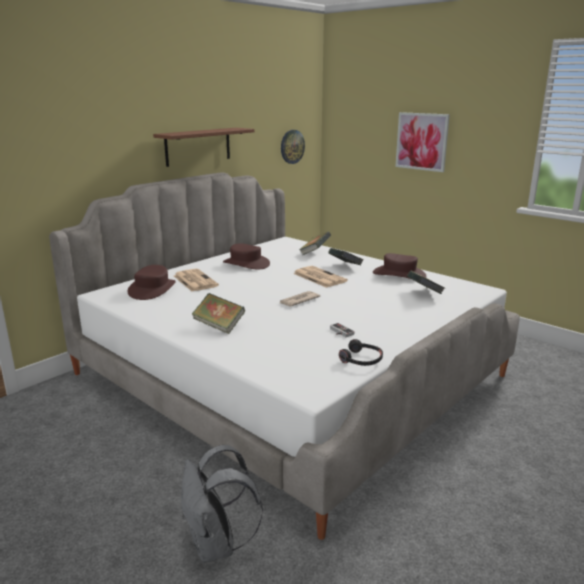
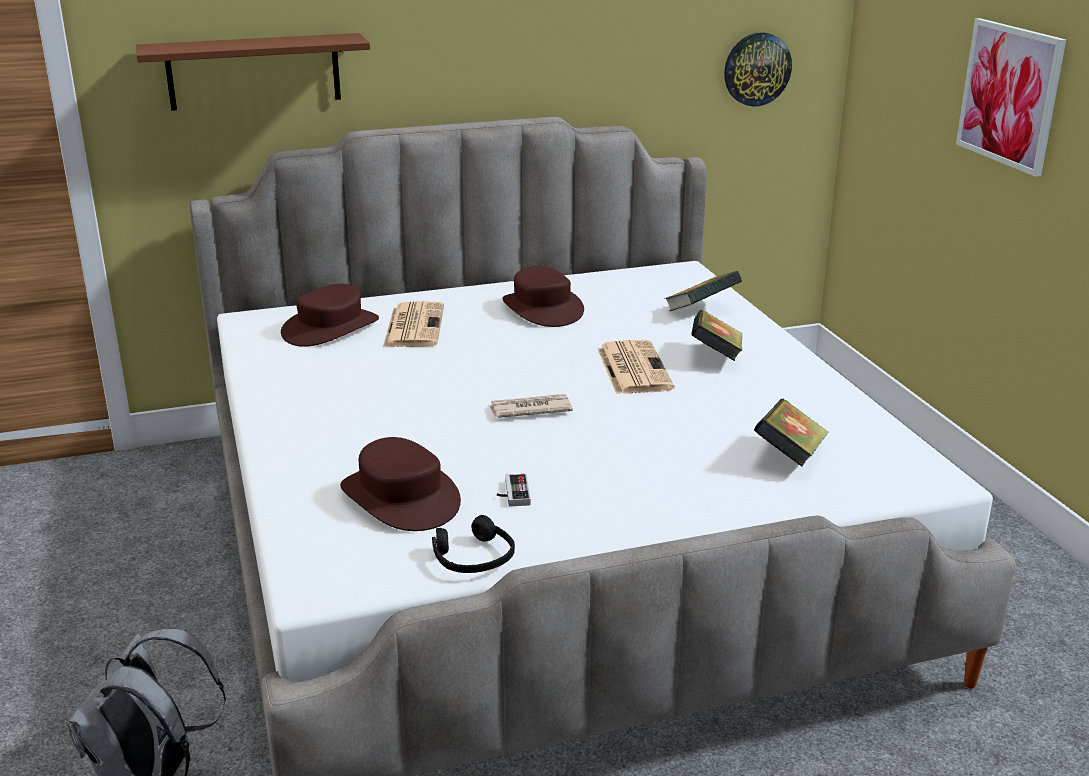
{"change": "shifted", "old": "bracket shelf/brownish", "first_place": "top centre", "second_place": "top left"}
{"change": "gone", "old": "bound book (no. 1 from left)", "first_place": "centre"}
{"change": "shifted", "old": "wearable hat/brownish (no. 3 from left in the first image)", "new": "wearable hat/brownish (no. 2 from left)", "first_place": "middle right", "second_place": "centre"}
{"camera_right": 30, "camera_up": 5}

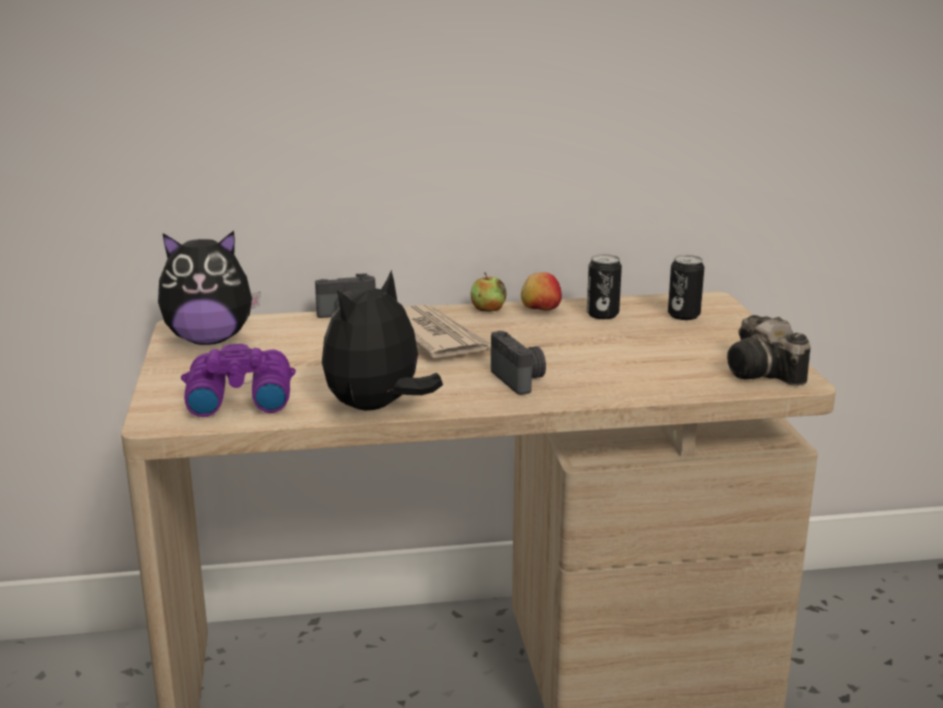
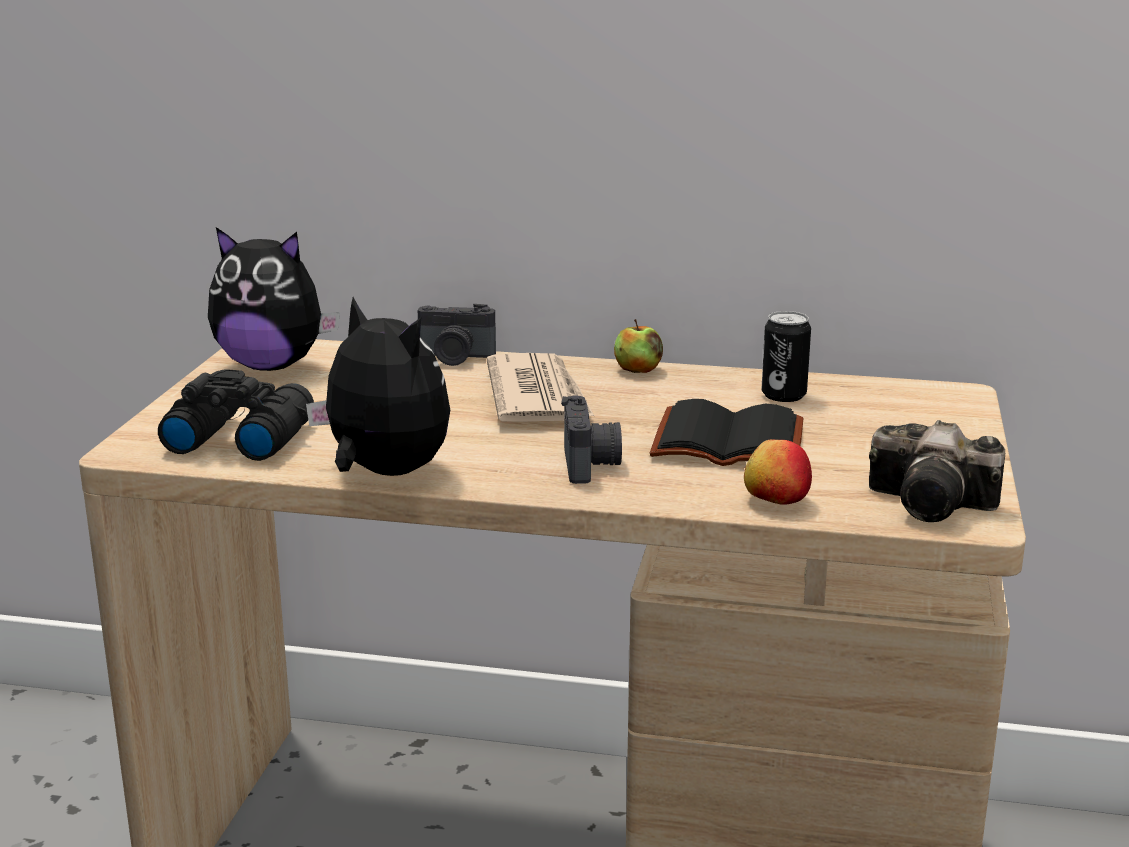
{"change": "repainted", "old": "binoculars/purple-coloured", "new": "binoculars/black-coloured", "first_place": "middle left", "second_place": "middle left"}
{"change": "rotated", "old": "plush toy (no. 2 from left)", "first_place": "centre", "second_place": "centre", "degrees": 75}
{"change": "shifted", "old": "apple fruit (no. 2 from left)", "first_place": "centre", "second_place": "middle right"}
{"change": "gone", "old": "can (no. 2 from left)", "first_place": "middle right"}
{"change": "rotated", "old": "still camera (no. 3 from left)", "first_place": "middle right", "second_place": "middle right", "degrees": -60}
{"change": "new", "new": "bound book/black-coloured", "second_place": "centre"}
{"camera_right": 20, "camera_up": 0}

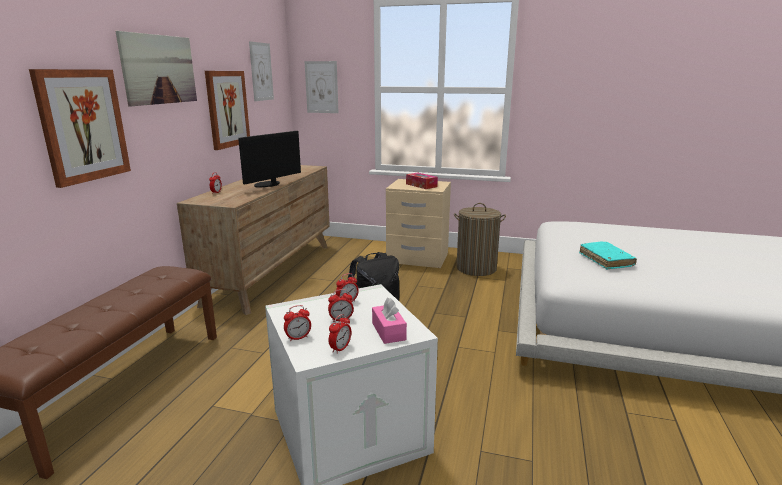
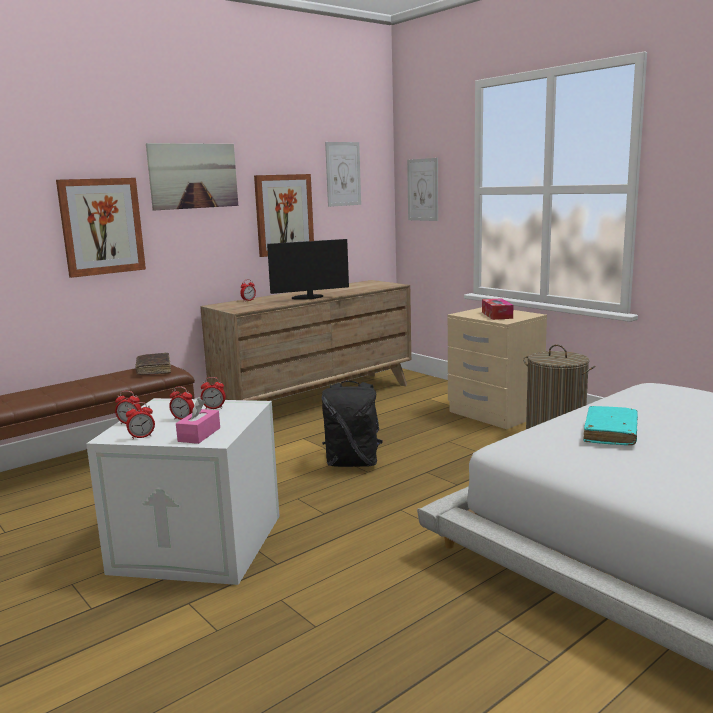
{"change": "new", "new": "bound book/brownish", "second_place": "middle left"}
{"camera_right": 35, "camera_up": -5}

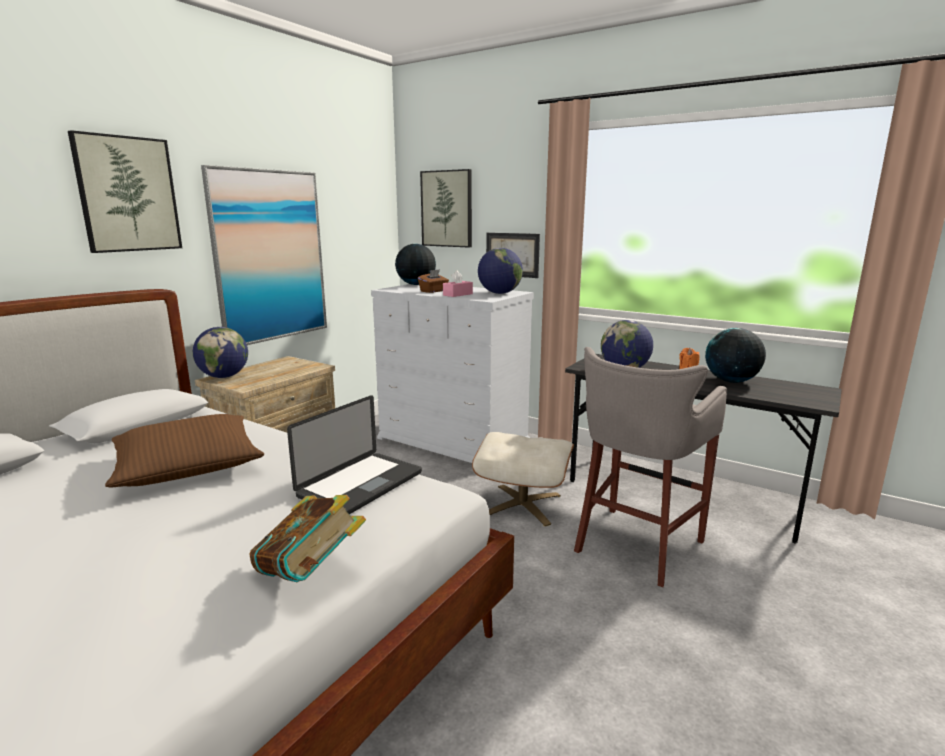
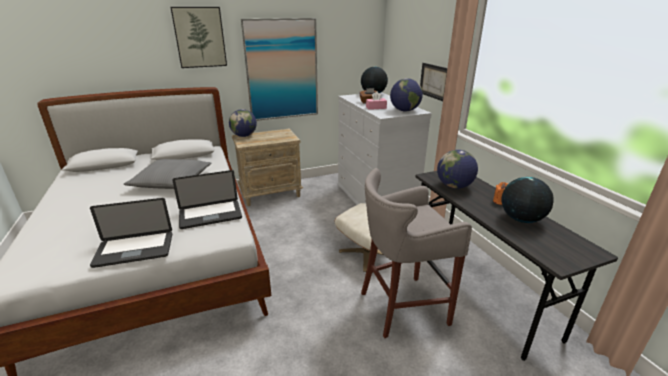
{"change": "repainted", "old": "cushion/brownish", "new": "cushion/gray", "first_place": "middle left", "second_place": "middle left"}
{"change": "swapped", "old": "bound book", "new": "laptop (no. 1 from left)", "first_place": "bottom left", "second_place": "middle left"}
{"change": "gone", "old": "wall picture (no. 3 from left)", "first_place": "top centre"}
{"camera_right": 35, "camera_up": 10}

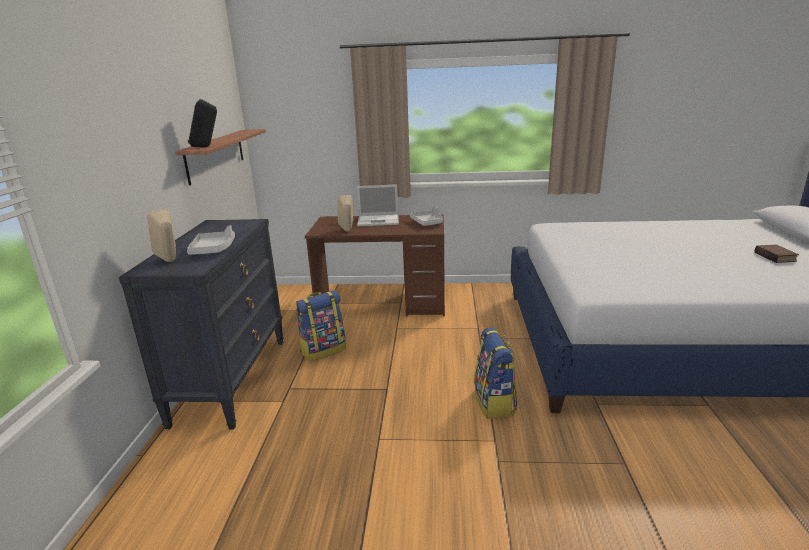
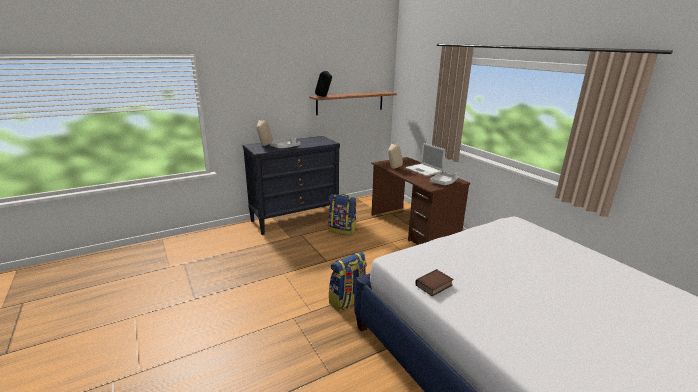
{"change": "shifted", "old": "bound book", "first_place": "middle right", "second_place": "bottom centre"}
{"camera_right": 55, "camera_up": 0}

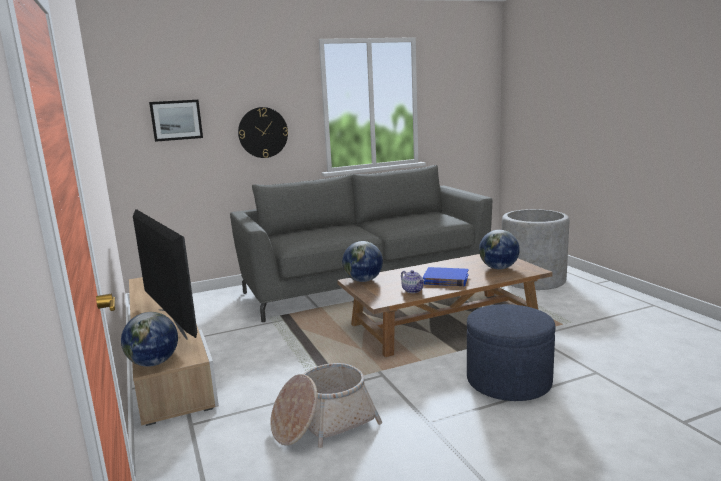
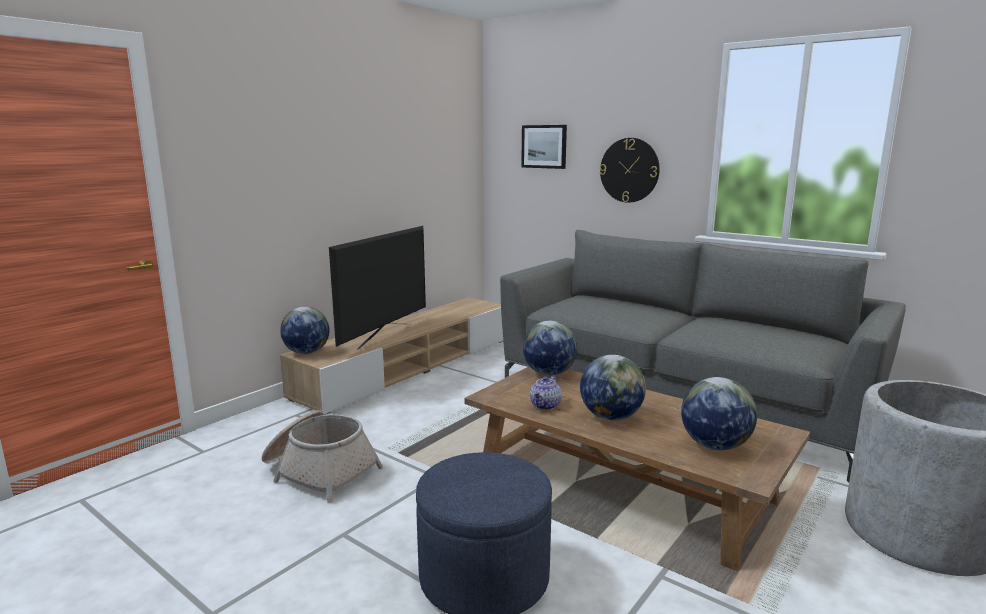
{"change": "swapped", "old": "bound book/blue-coloured", "new": "globe (no. 3 from left)", "first_place": "centre", "second_place": "centre"}
{"camera_right": 60, "camera_up": 0}

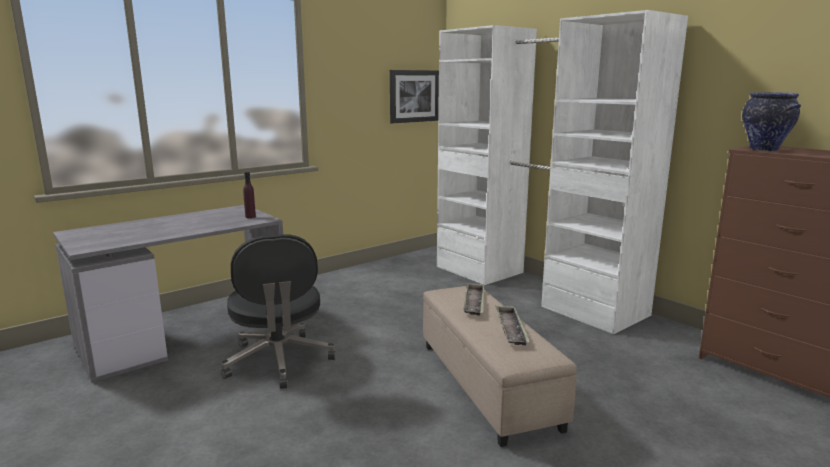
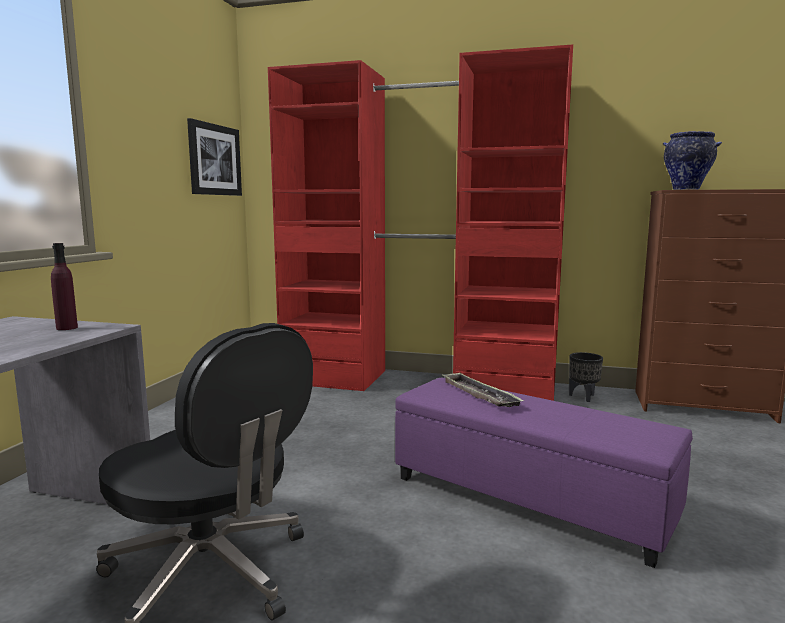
{"change": "repainted", "old": "pouffe/beige-coloured", "new": "pouffe/purple-coloured", "first_place": "bottom centre", "second_place": "bottom right"}
{"change": "repainted", "old": "wardrobe/white-coloured", "new": "wardrobe/red", "first_place": "middle right", "second_place": "centre"}
{"change": "gone", "old": "serving tray (no. 2 from left)", "first_place": "bottom centre"}
{"change": "new", "new": "plant pot/black-coloured", "second_place": "middle right"}
{"camera_right": -35, "camera_up": -5}

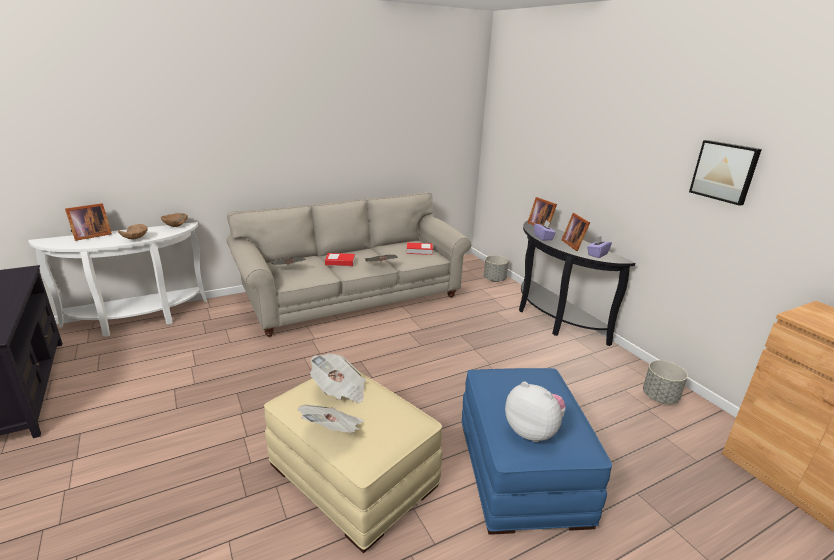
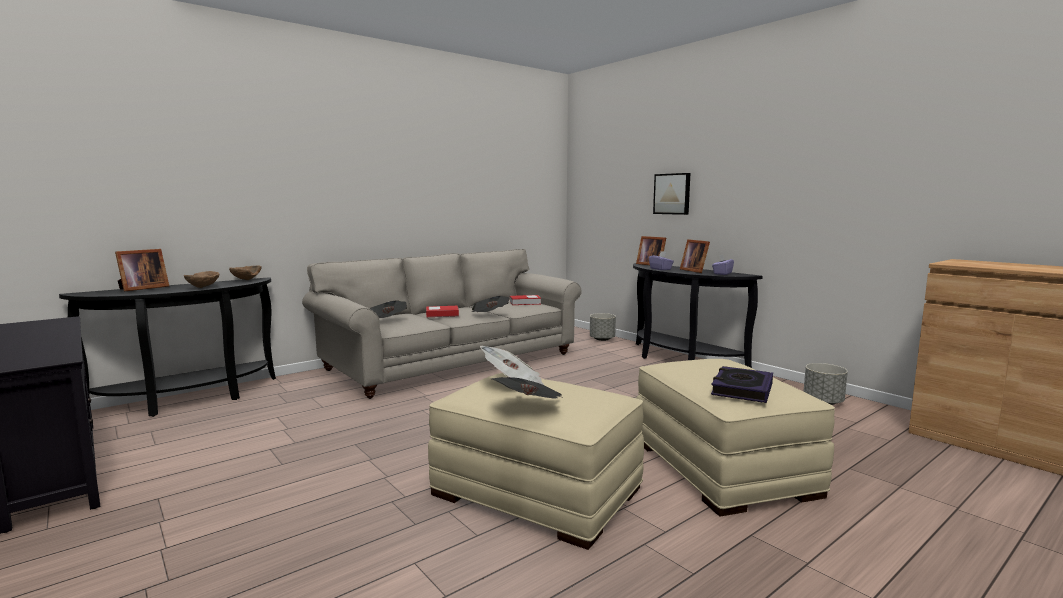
{"change": "repainted", "old": "narrow table/white-coloured", "new": "narrow table/black-coloured (no. 1 from left)", "first_place": "middle left", "second_place": "middle left"}
{"change": "repainted", "old": "pouffe/blue-coloured", "new": "pouffe/beige-coloured (no. 2 from left)", "first_place": "bottom centre", "second_place": "bottom right"}
{"change": "swapped", "old": "plush toy", "new": "bound book (no. 3 from left)", "first_place": "bottom centre", "second_place": "middle right"}
{"change": "shifted", "old": "wall picture", "first_place": "top right", "second_place": "top centre"}
{"camera_right": -10, "camera_up": -15}

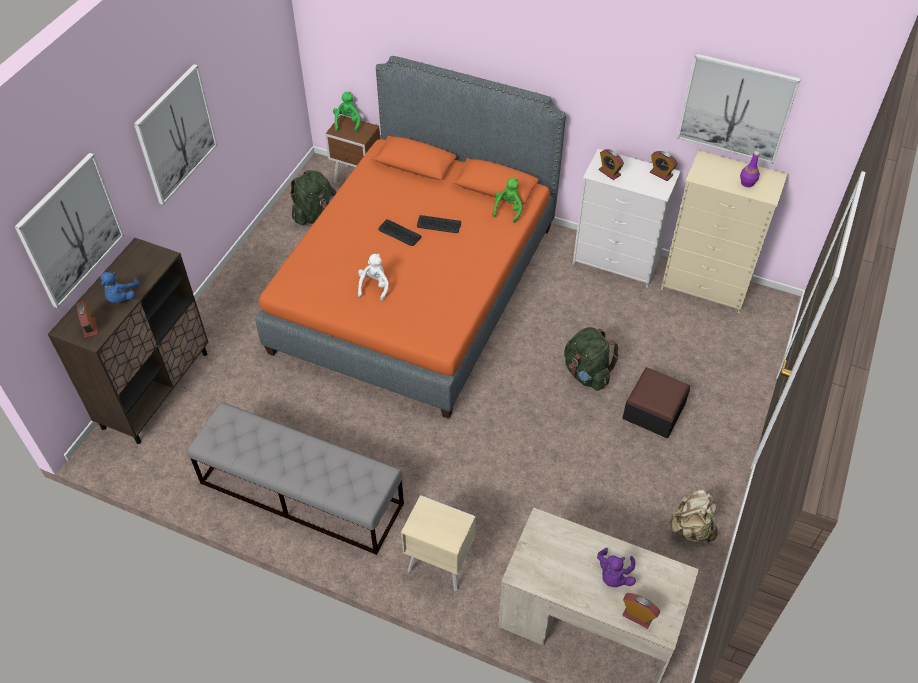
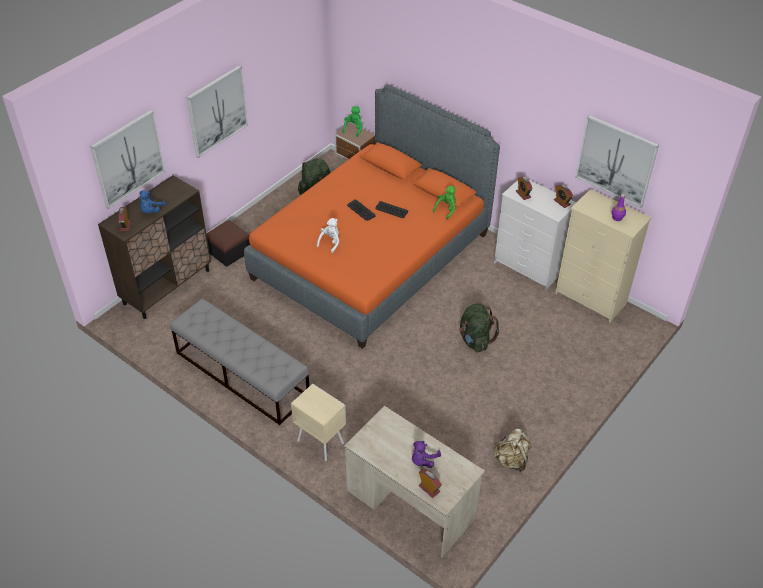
{"change": "shifted", "old": "pouffe", "first_place": "middle right", "second_place": "middle left"}
{"camera_right": 15, "camera_up": -5}

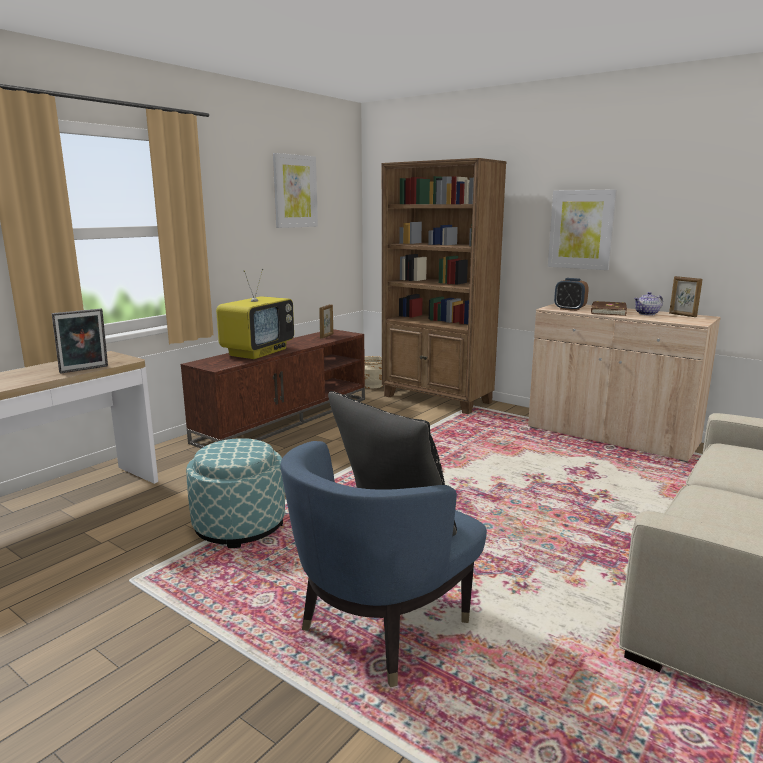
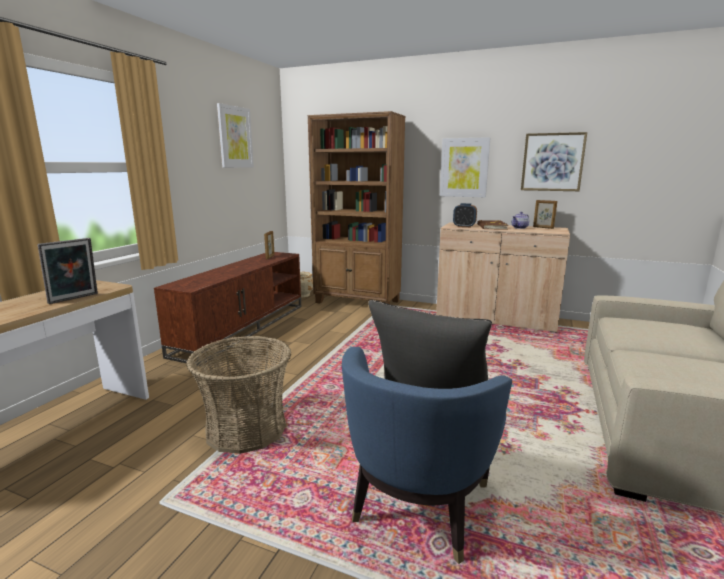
{"change": "swapped", "old": "pouffe", "new": "household basket", "first_place": "middle left", "second_place": "bottom left"}
{"change": "gone", "old": "television", "first_place": "centre"}
{"change": "new", "new": "wall picture (no. 3 from left)", "second_place": "top right"}
{"camera_right": -15, "camera_up": 0}

